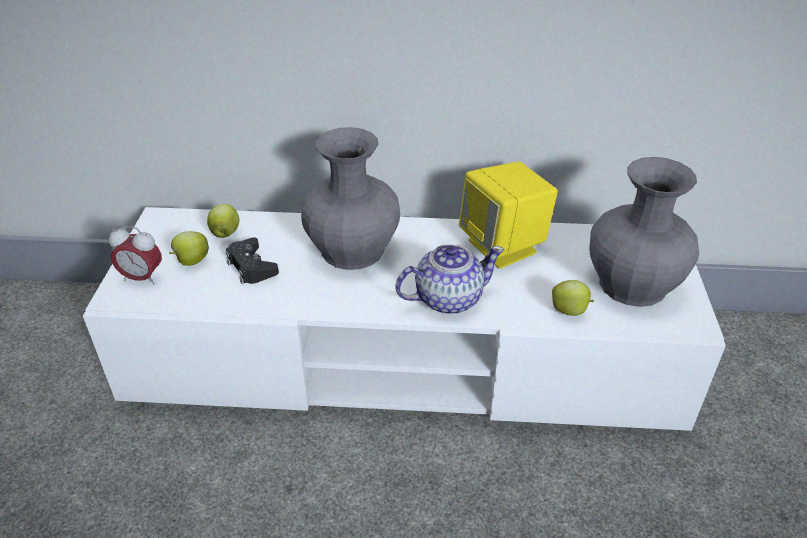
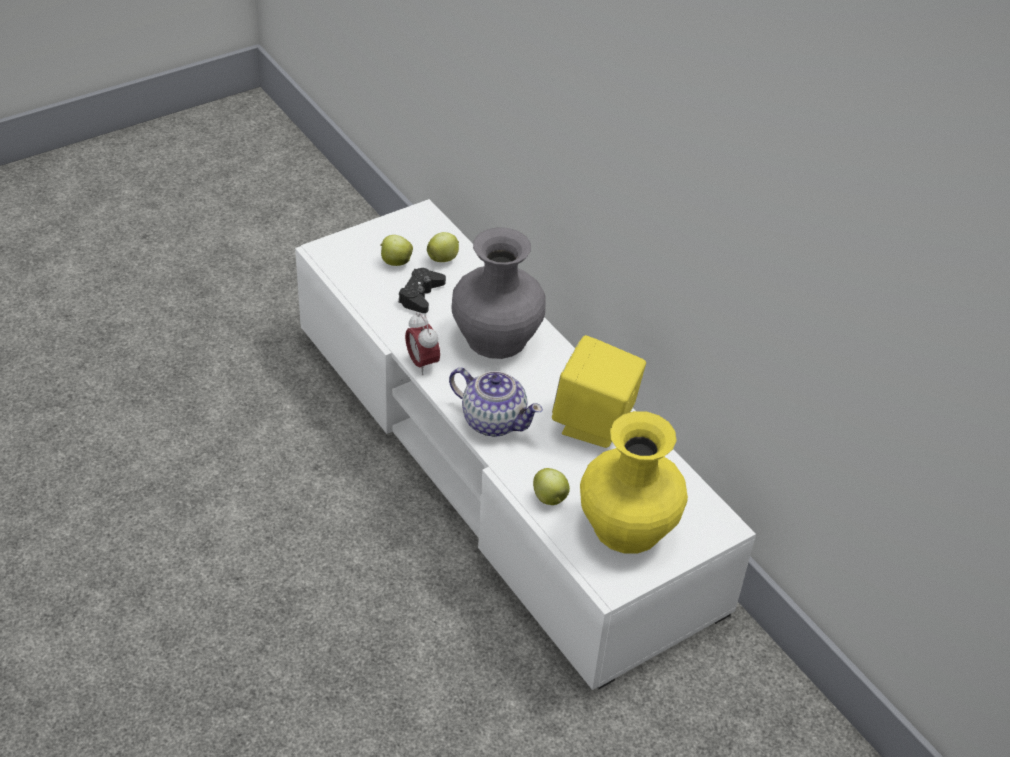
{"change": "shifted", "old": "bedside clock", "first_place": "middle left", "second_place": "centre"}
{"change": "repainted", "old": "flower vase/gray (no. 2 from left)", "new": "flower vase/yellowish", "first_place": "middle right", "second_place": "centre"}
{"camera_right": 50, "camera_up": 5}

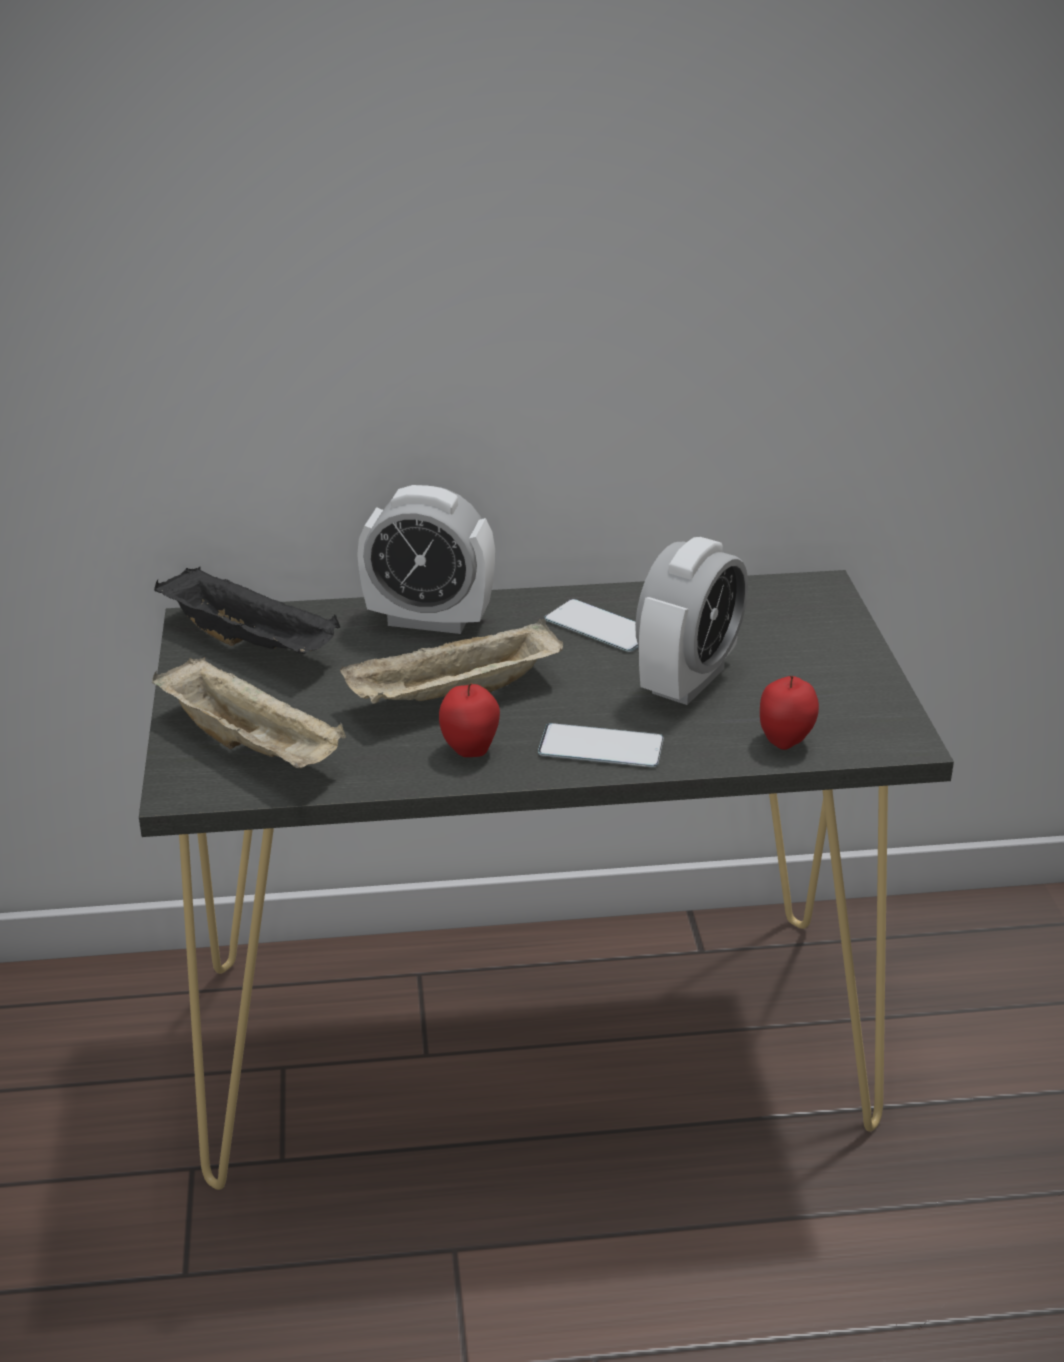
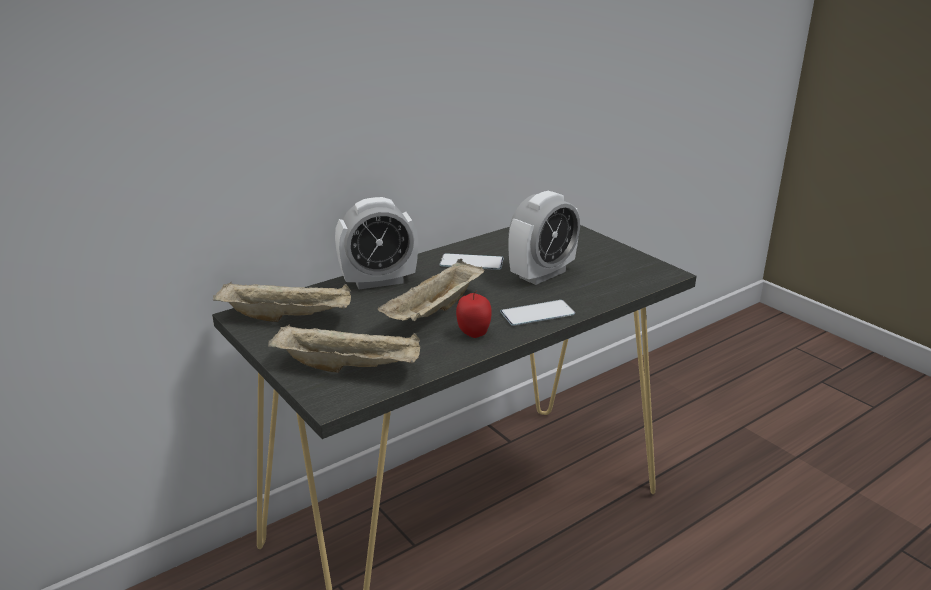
{"change": "repainted", "old": "serving tray/black-coloured", "new": "serving tray/beige-coloured (no. 1 from left)", "first_place": "middle left", "second_place": "middle left"}
{"change": "rotated", "old": "bedside clock (no. 2 from left)", "first_place": "centre", "second_place": "centre", "degrees": 45}
{"change": "gone", "old": "apple fruit (no. 2 from left)", "first_place": "middle right"}
{"camera_right": -30, "camera_up": -5}

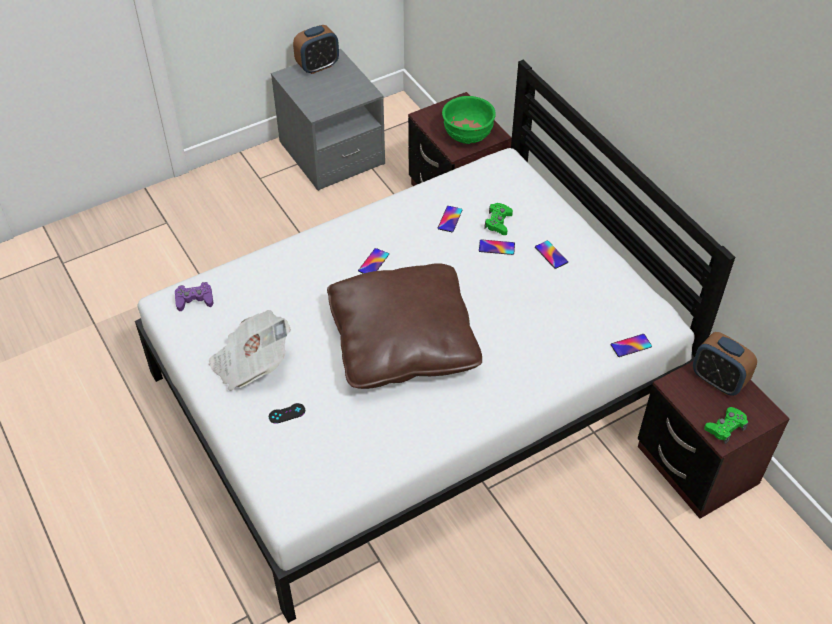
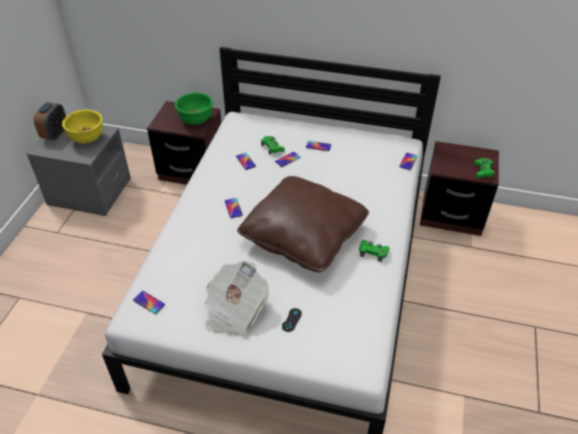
{"change": "swapped", "old": "game controller/purple-coloured", "new": "telephone (no. 1 from left)", "first_place": "middle left", "second_place": "bottom left"}
{"change": "gone", "old": "bedside clock (no. 2 from left)", "first_place": "middle right"}
{"change": "new", "new": "serving bowl/yellowish", "second_place": "top left"}
{"change": "new", "new": "game controller/greenish (no. 2 from left)", "second_place": "centre"}
{"camera_right": -45, "camera_up": -5}

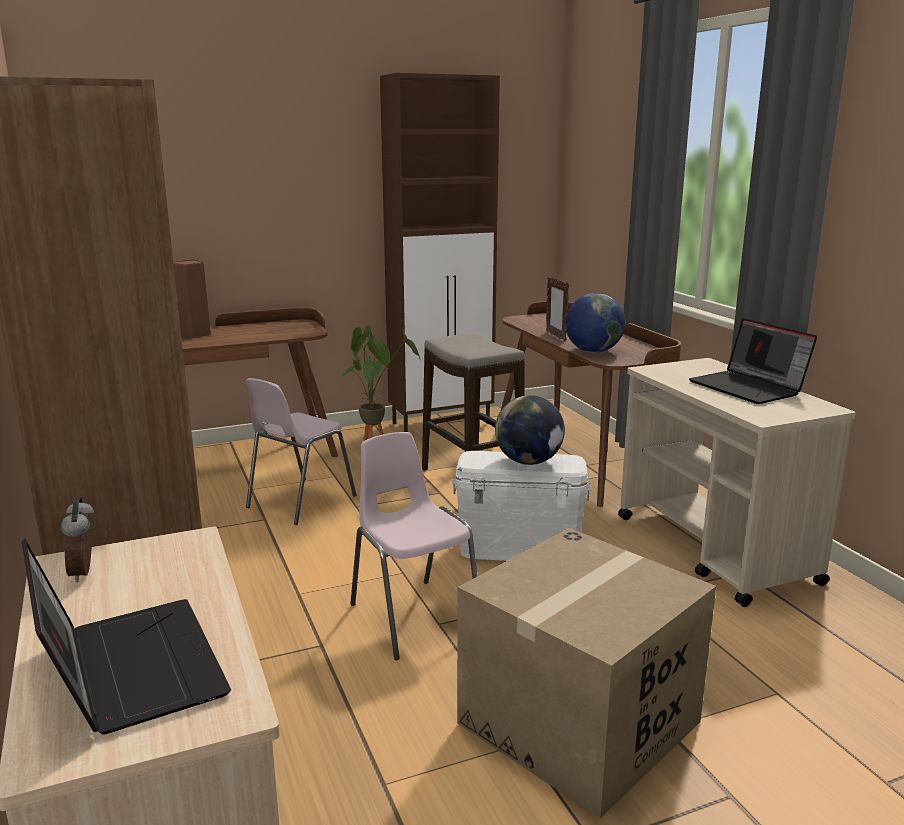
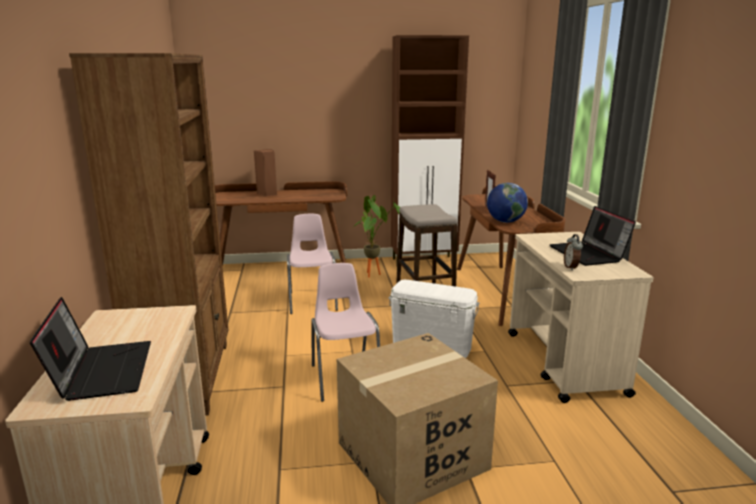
{"change": "shifted", "old": "bedside clock", "first_place": "middle left", "second_place": "middle right"}
{"change": "rotated", "old": "upright chair/pink (no. 1 from left)", "first_place": "middle left", "second_place": "centre", "degrees": 120}
{"change": "gone", "old": "globe (no. 1 from left)", "first_place": "centre"}
{"camera_right": 15, "camera_up": 0}

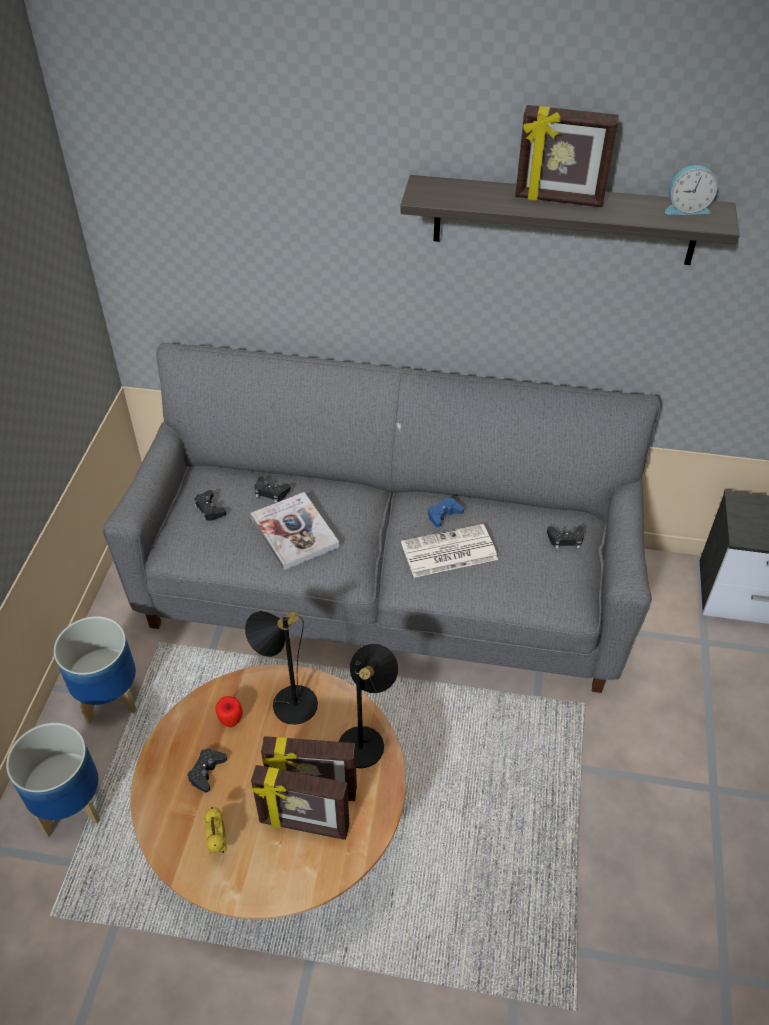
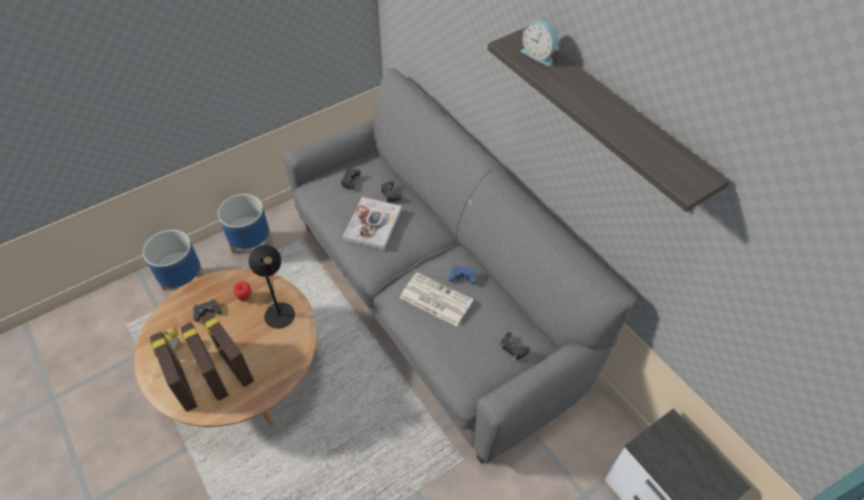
{"change": "gone", "old": "tabletop lamp/black-coloured (no. 2 from left)", "first_place": "bottom centre"}
{"change": "shifted", "old": "picture frame (no. 3 from left in the first image)", "new": "picture frame (no. 1 from left)", "first_place": "top right", "second_place": "bottom left"}
{"change": "shifted", "old": "bedside clock (no. 2 from left)", "first_place": "top right", "second_place": "top centre"}
{"camera_right": 45, "camera_up": 5}

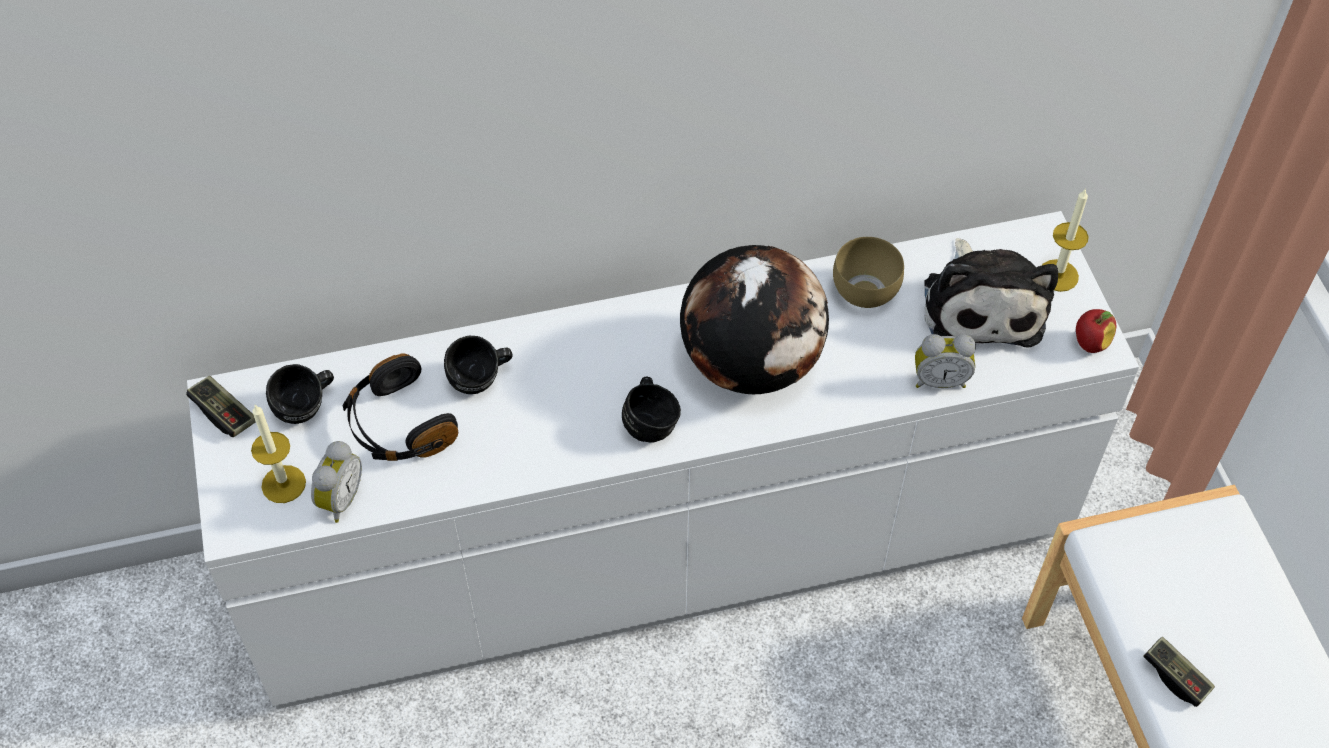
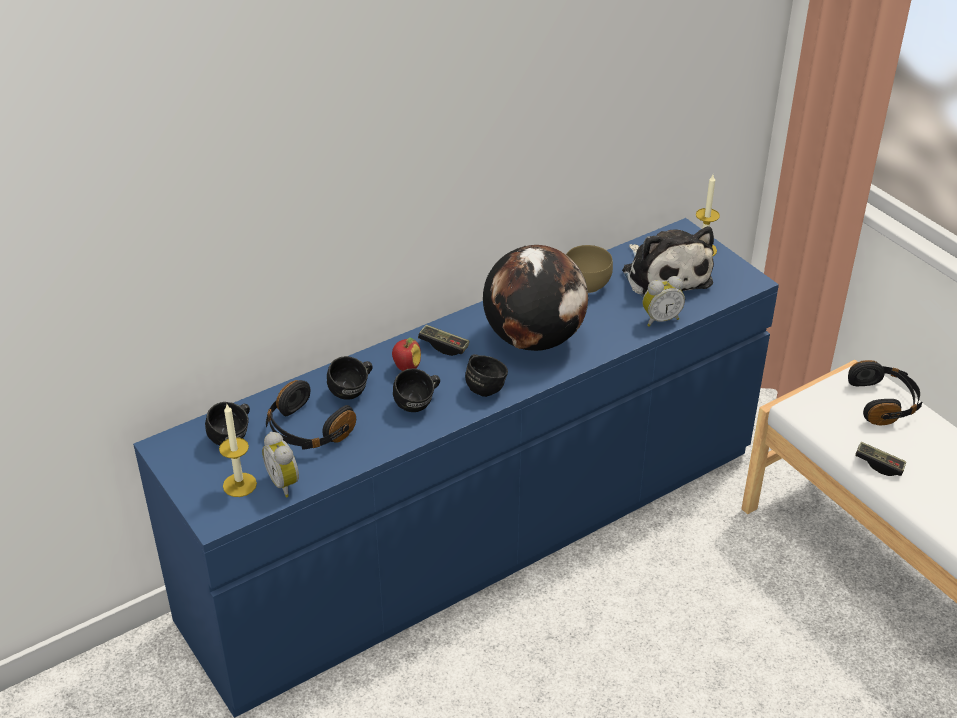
{"change": "shifted", "old": "game controller (no. 1 from left)", "first_place": "middle left", "second_place": "centre"}
{"change": "repainted", "old": "chest of drawers/white-coloured", "new": "chest of drawers/blue-coloured", "first_place": "centre", "second_place": "centre"}
{"change": "rotated", "old": "bedside clock (no. 1 from left)", "first_place": "middle left", "second_place": "middle left", "degrees": 150}
{"change": "shifted", "old": "apple fruit", "first_place": "middle right", "second_place": "centre"}
{"change": "new", "new": "tea mug/black-coloured (no. 3 from left)", "second_place": "centre"}
{"change": "new", "new": "pair of headphones/black-coloured (no. 2 from left)", "second_place": "middle right"}
{"camera_right": -20, "camera_up": -15}

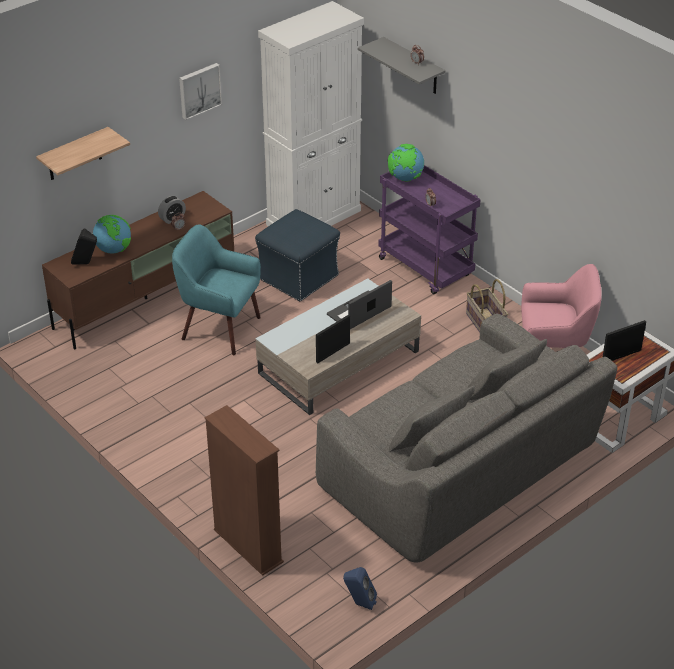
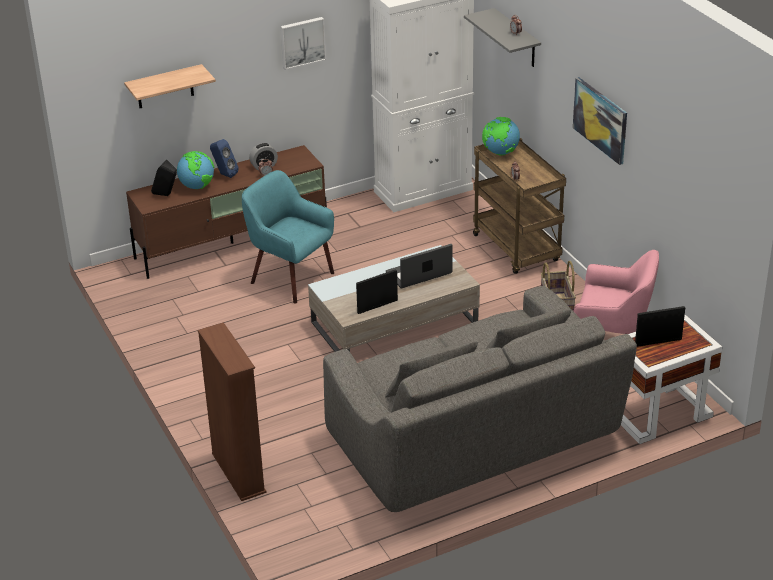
{"change": "gone", "old": "pouffe/blue-coloured", "first_place": "centre"}
{"change": "shifted", "old": "speaker/blue-coloured", "first_place": "bottom centre", "second_place": "top left"}
{"change": "repainted", "old": "wheeled cart/purple-coloured", "new": "wheeled cart/brownish", "first_place": "centre", "second_place": "middle right"}
{"change": "new", "new": "wall picture (no. 2 from left)", "second_place": "top right"}
{"camera_right": 15, "camera_up": -5}

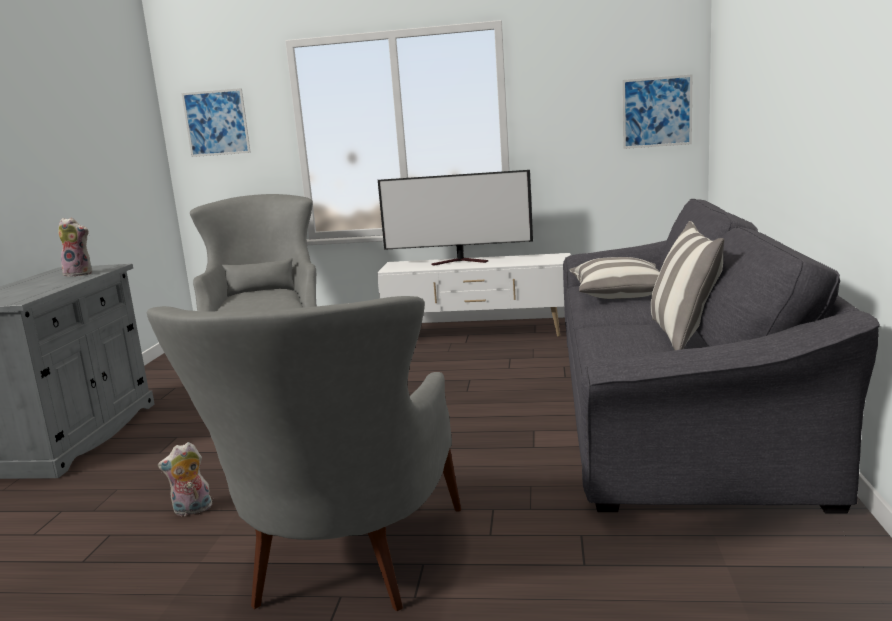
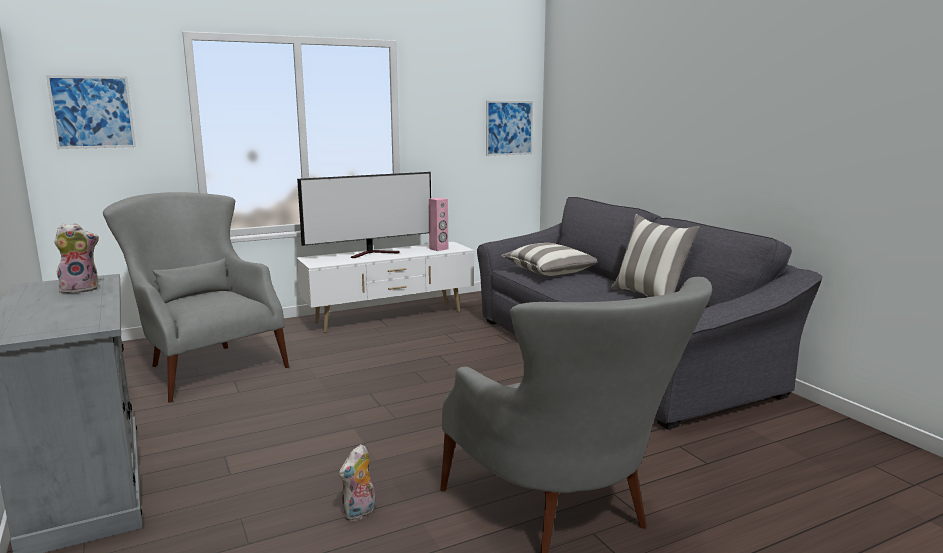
{"change": "new", "new": "speaker/pink", "second_place": "centre"}
{"camera_right": -35, "camera_up": 0}

